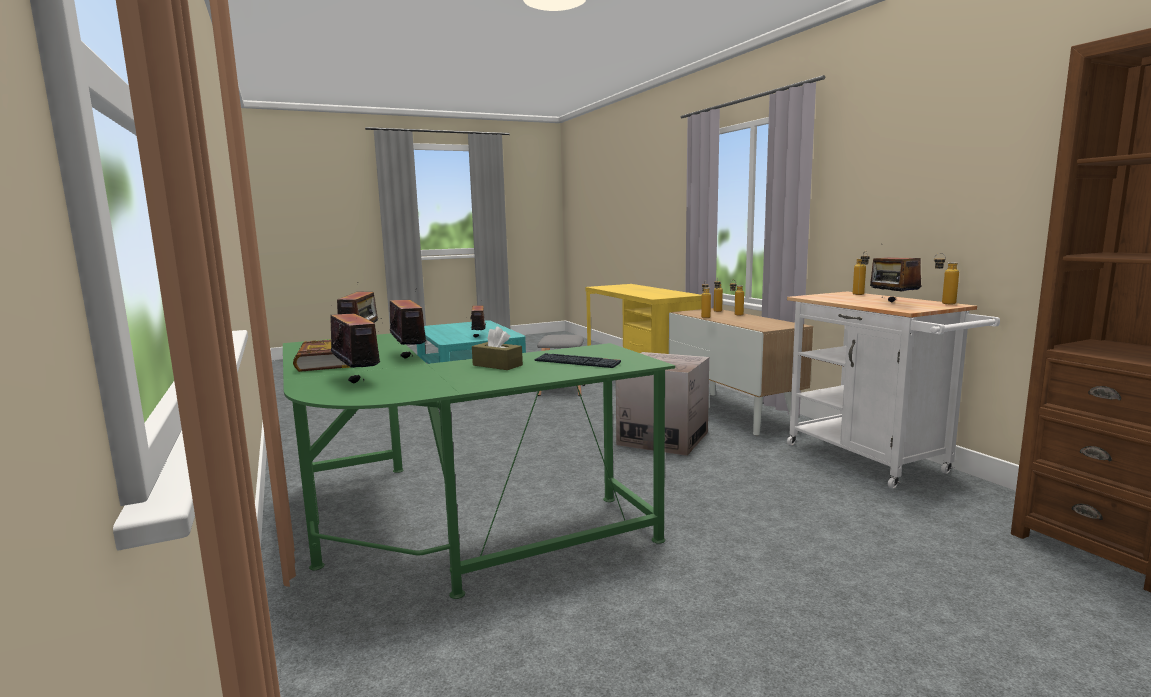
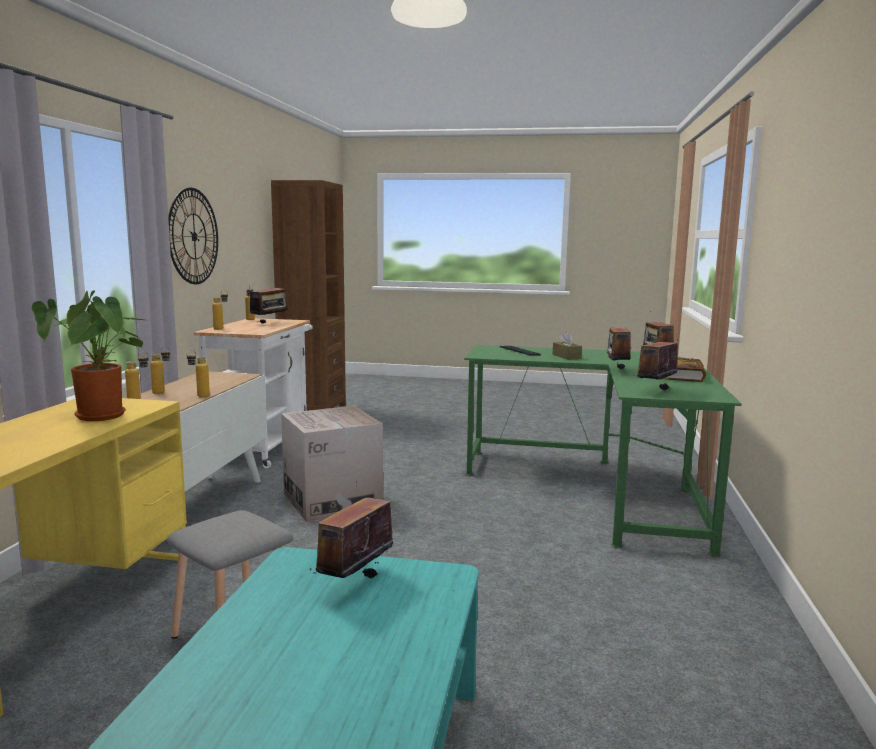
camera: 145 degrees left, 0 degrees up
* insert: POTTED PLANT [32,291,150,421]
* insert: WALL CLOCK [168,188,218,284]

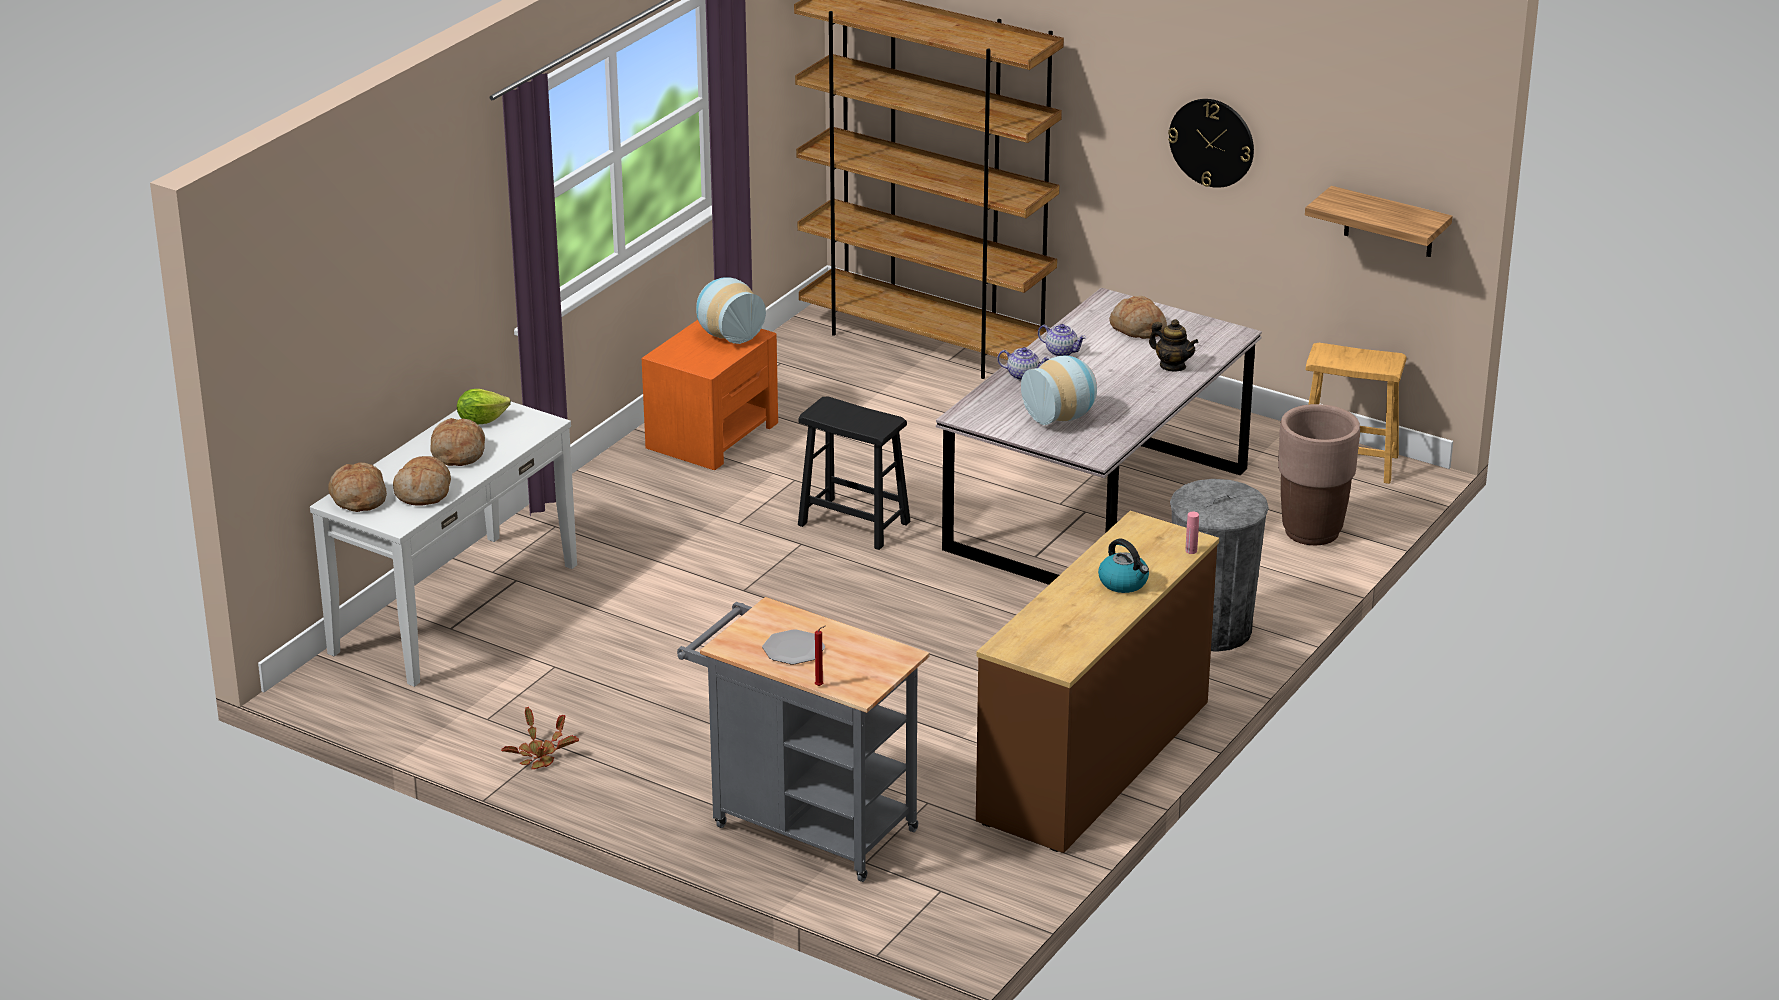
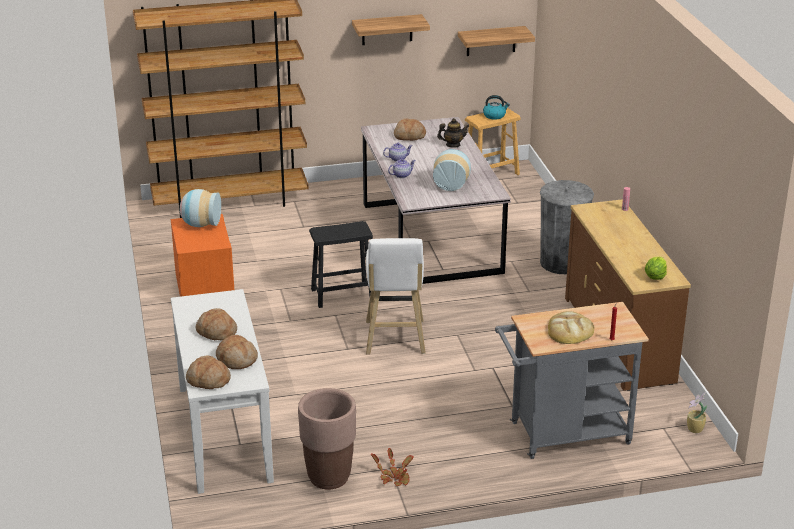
camera: 45 degrees left, 0 degrees up
* insert: WHITE STOOL [366,238,426,355]
* insert: POTTED PLANT [687,392,707,433]
* move: LETTUCE [457,389,511,424] to [645,256,667,280]
* move: KETTLE [1098,539,1149,593] to [483,95,510,120]
* move: BROWN PLANTER [1278,404,1360,545] to [298,388,356,489]
* replace: PLATE [762,629,825,665] to BREAD [548,311,594,344]
* replace: WALL CLOCK [1168,99,1254,188] to SHELF [352,14,430,45]

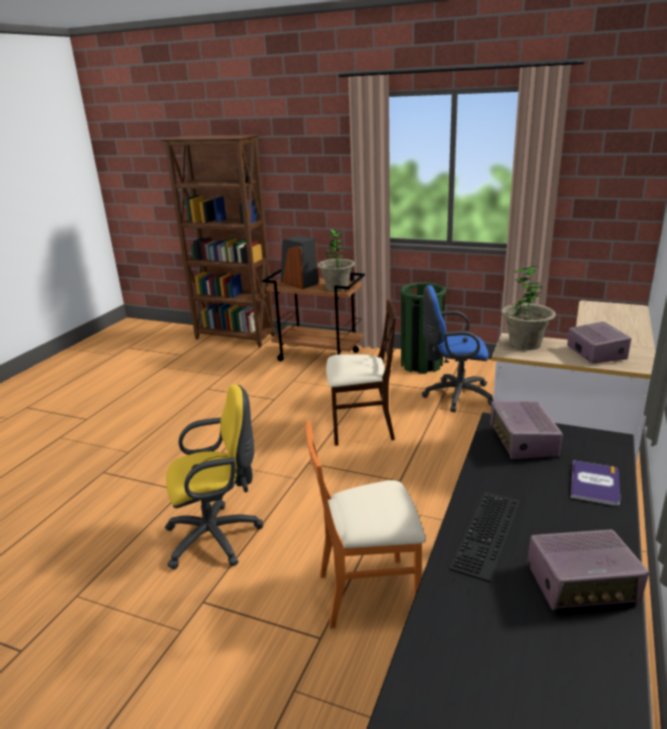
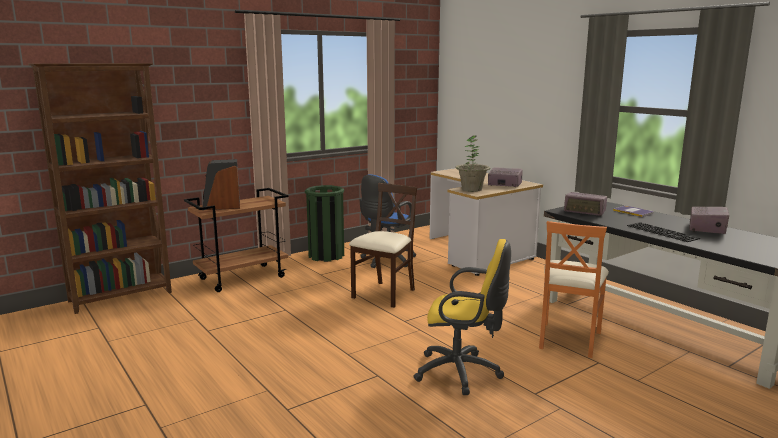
camera: 60 degrees left, 10 degrees down
* delete: POTTED PLANT [317,229,355,291]
* rotate: YELLOW OFFICE CHAIR [165,385,264,569] = [413,239,511,395] 90 degrees clockwise

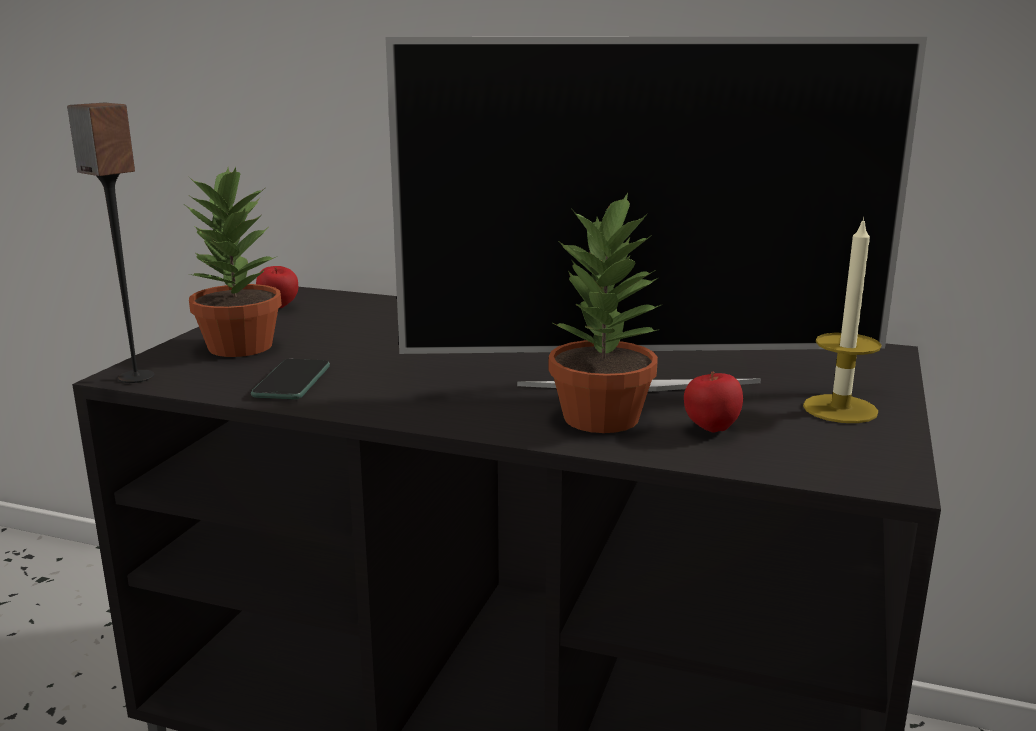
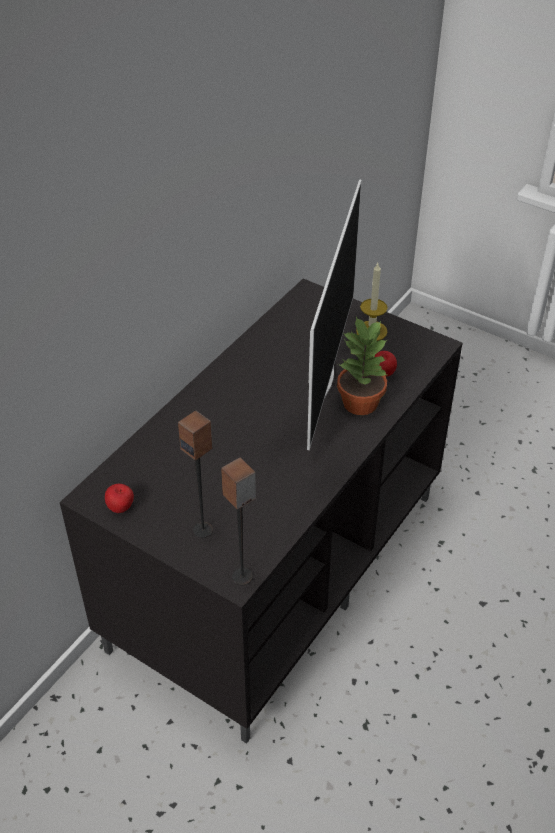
camera: 75 degrees left, 25 degrees up
* delete: PHONE [251,359,330,399]
* replace: POTTED PLANT [185,167,282,357] to SPEAKER [178,411,213,538]

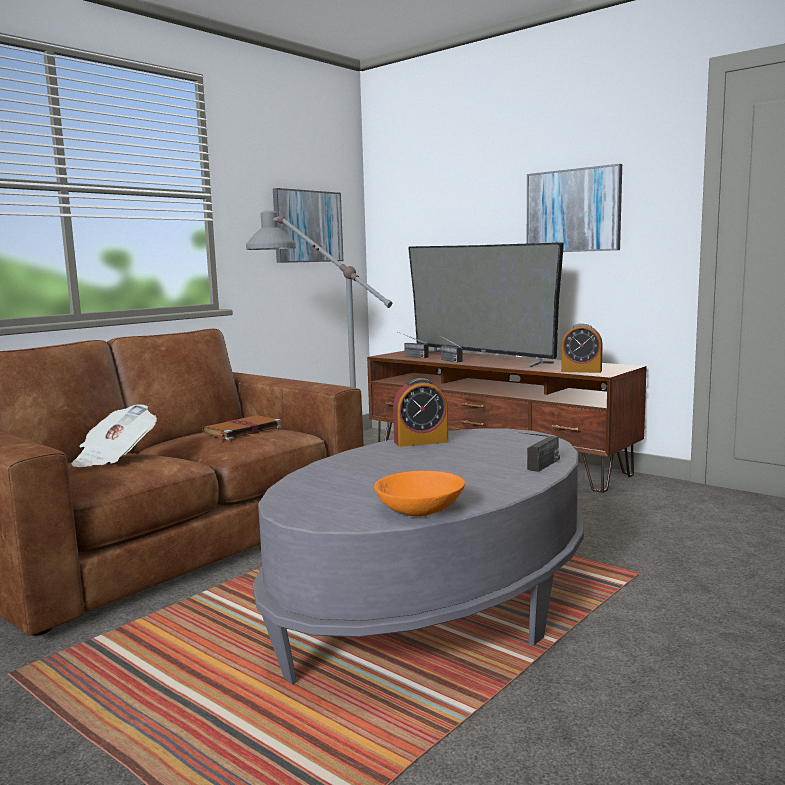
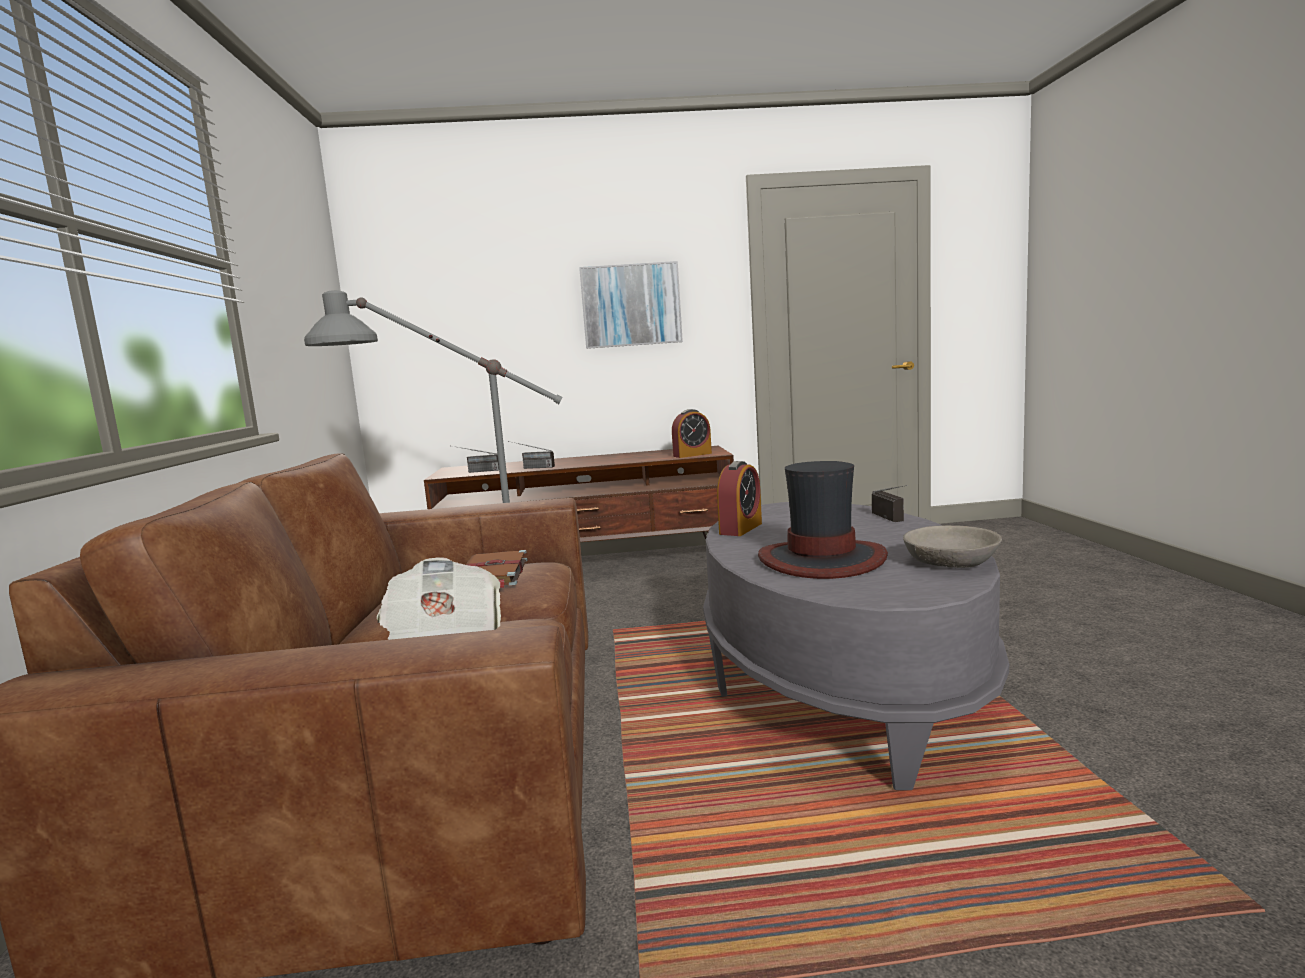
camera: 45 degrees left, 0 degrees up
* delete: PICTURE [273,188,343,263]
* delete: TELEVISION [408,242,564,368]
* insert: HAT [758,461,888,579]
* recolor: ORANGE BOWL [374,471,465,517] to GREY BOWL [903,525,1002,568]

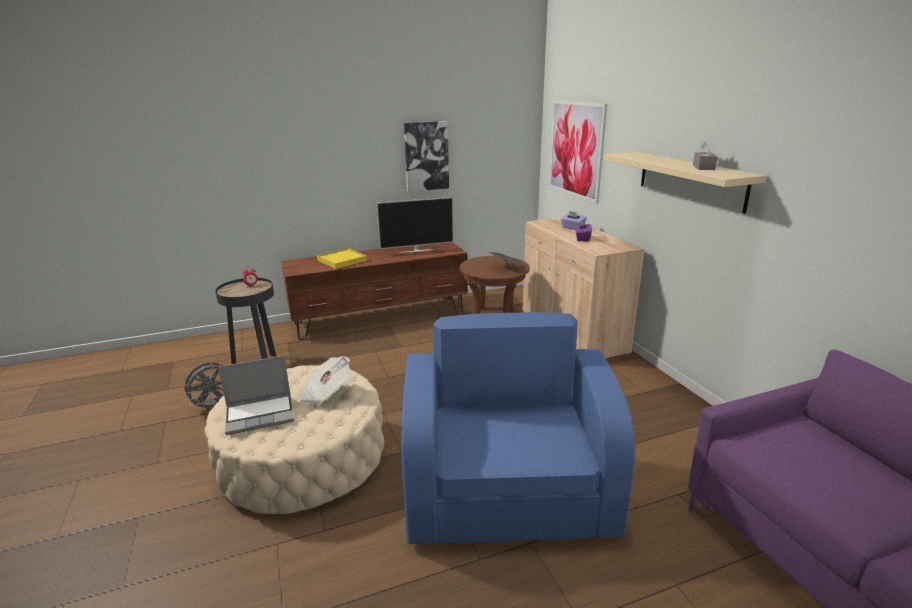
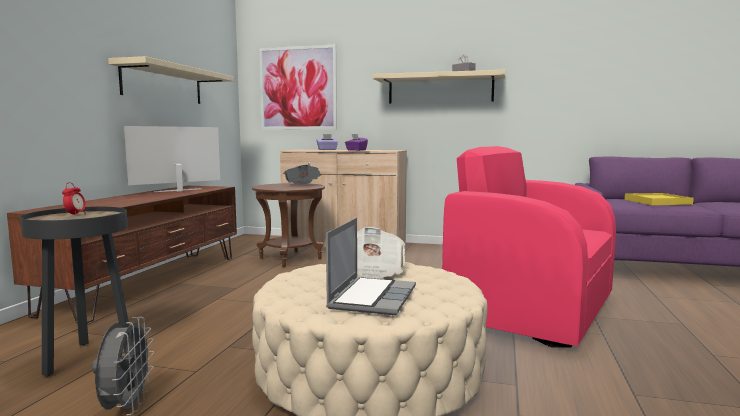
camera: 55 degrees left, 15 degrees down
* move: YELLOW TRAY [317,248,367,269] to [625,193,694,205]
* replace: PICTURE [404,121,449,192] to BEIGE SHELF [108,56,234,104]
* recolor: BLUE ARMCHAIR [401,312,635,544] to PINK ARMCHAIR [442,146,616,348]
* rotate: TELEVISION [376,197,454,253] = [124,126,220,192] 150 degrees counterclockwise

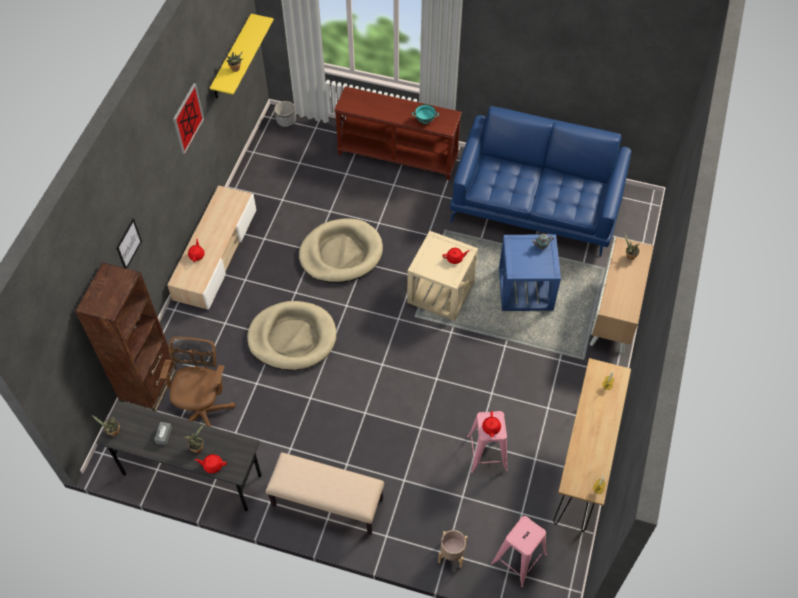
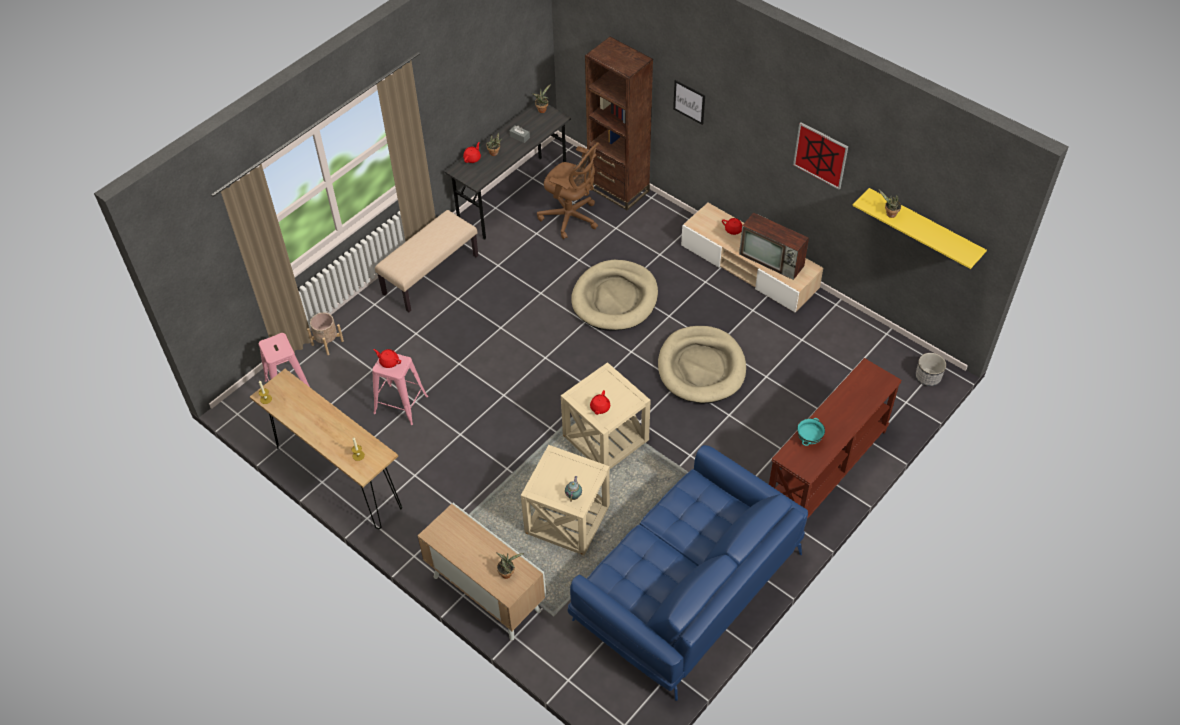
camera: 115 degrees right, 5 degrees down
* insert: TELEVISION [739,212,809,280]
* recolor: BLUE SIDE TABLE [499,235,561,311] to BEIGE SIDE TABLE [521,445,610,555]

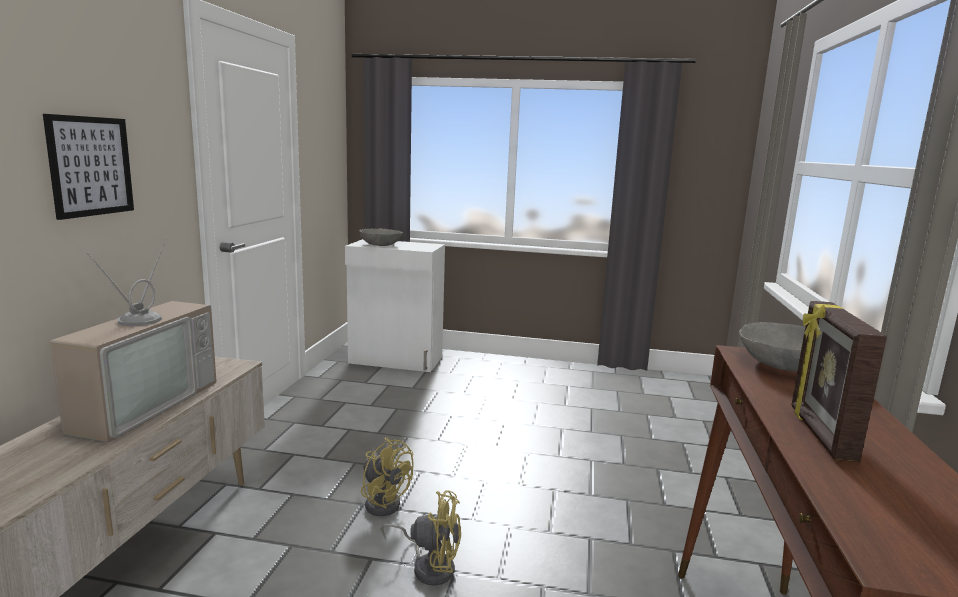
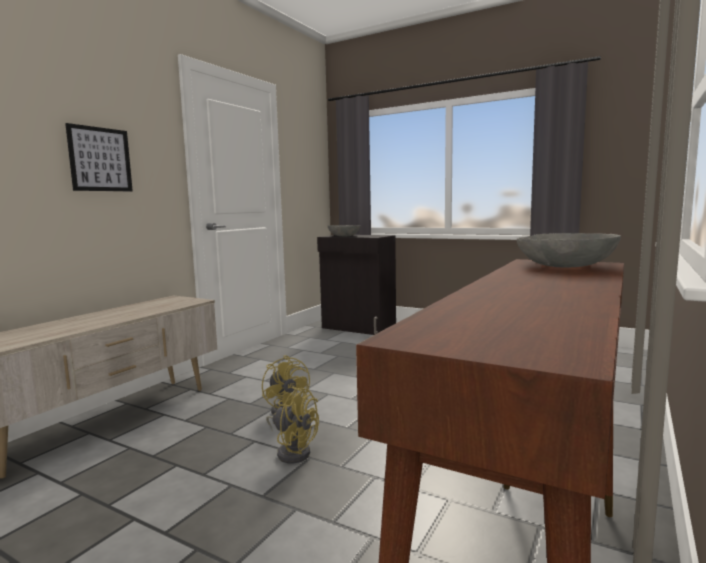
camera: 20 degrees right, 5 degrees down
* delete: TELEVISION [50,238,217,442]
* delete: PICTURE FRAME [792,301,887,462]
* recolor: WHITE CABINET [345,239,445,372] to BLACK CABINET [317,235,396,335]

